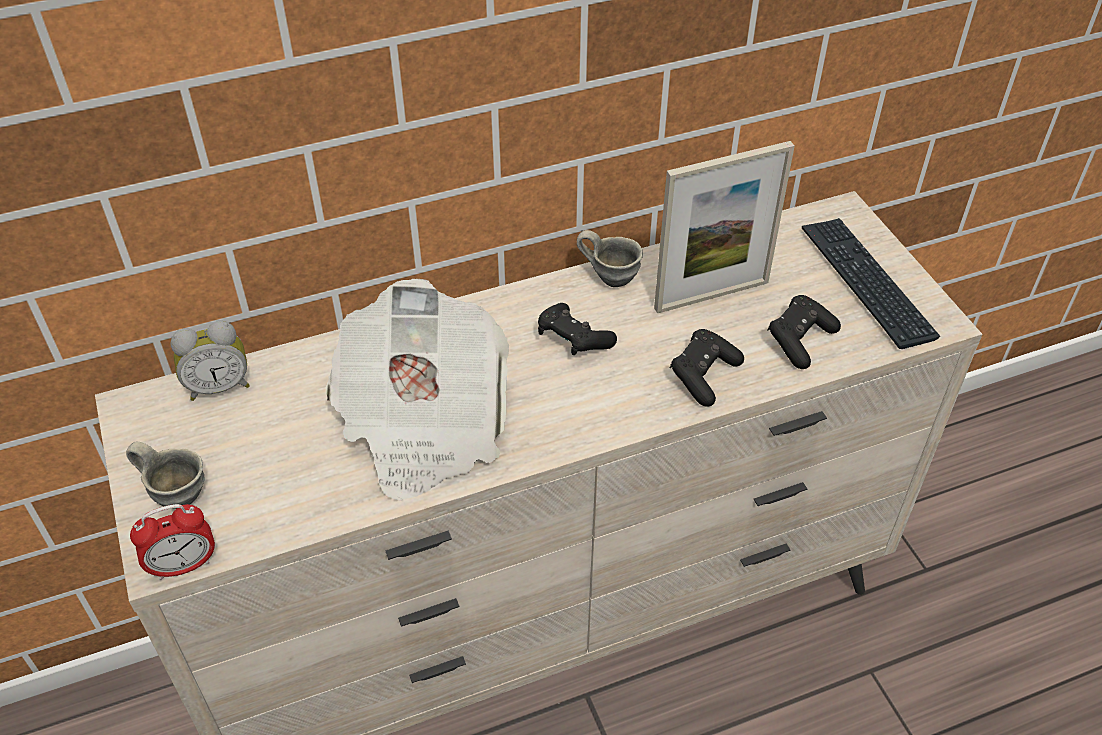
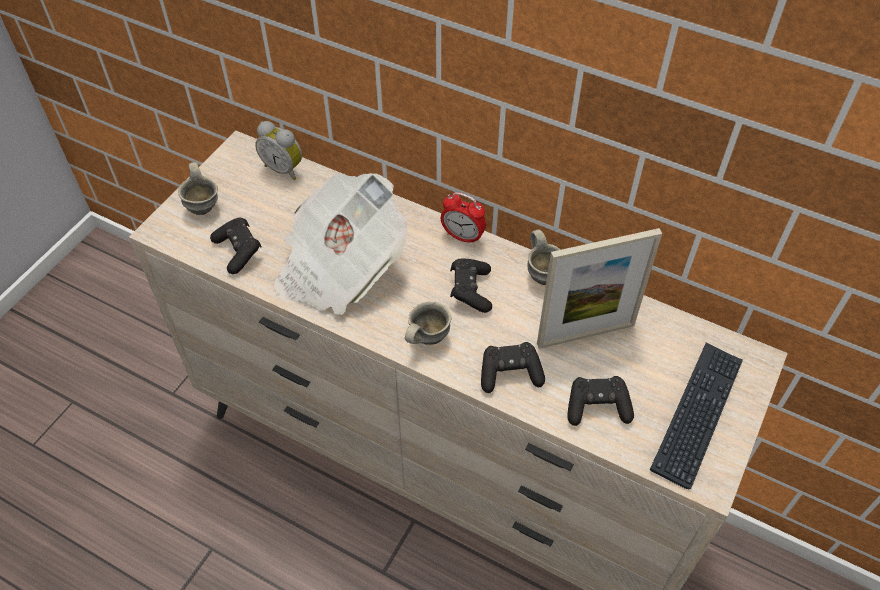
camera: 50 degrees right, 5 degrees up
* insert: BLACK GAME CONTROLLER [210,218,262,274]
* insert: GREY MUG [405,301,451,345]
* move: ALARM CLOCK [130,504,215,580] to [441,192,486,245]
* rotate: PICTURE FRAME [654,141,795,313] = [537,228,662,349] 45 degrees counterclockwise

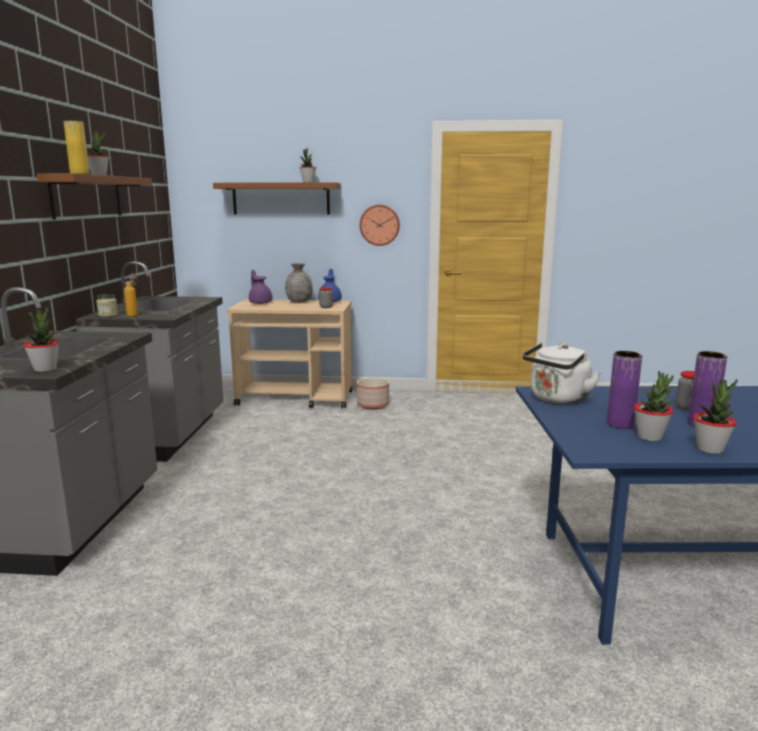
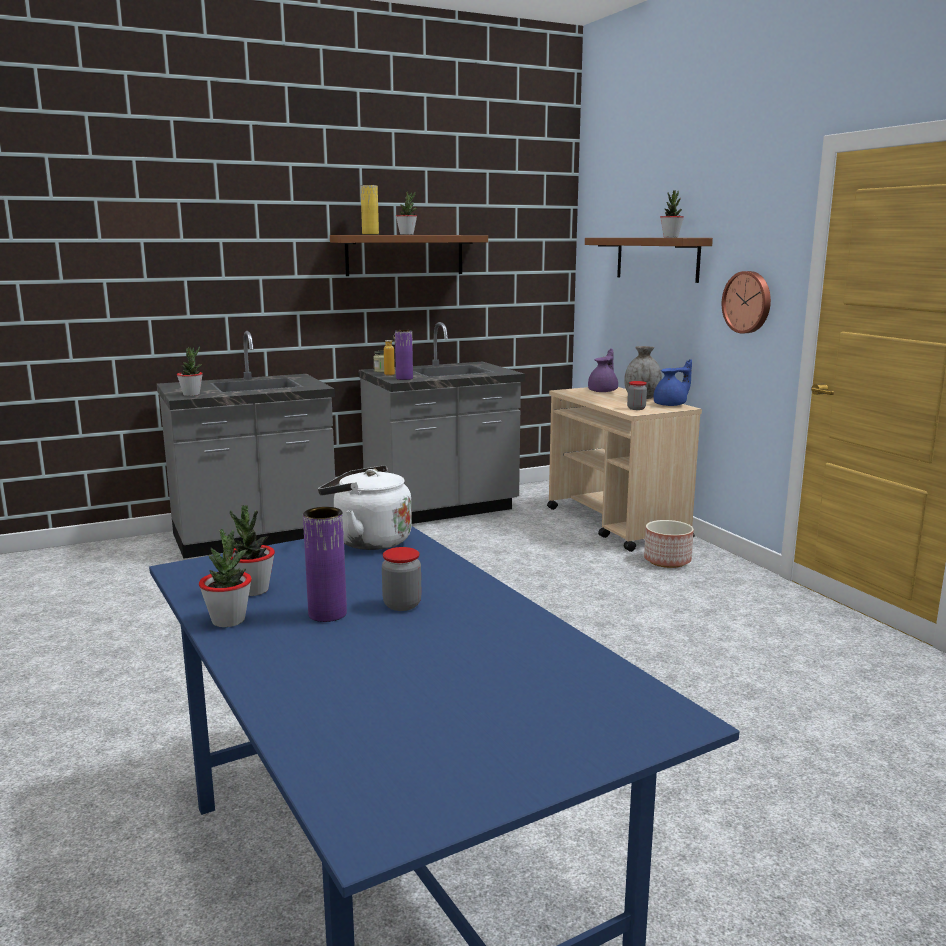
camera: 60 degrees right, 0 degrees up
* move: PURPLE VASE [607,351,642,429] to [395,330,413,380]

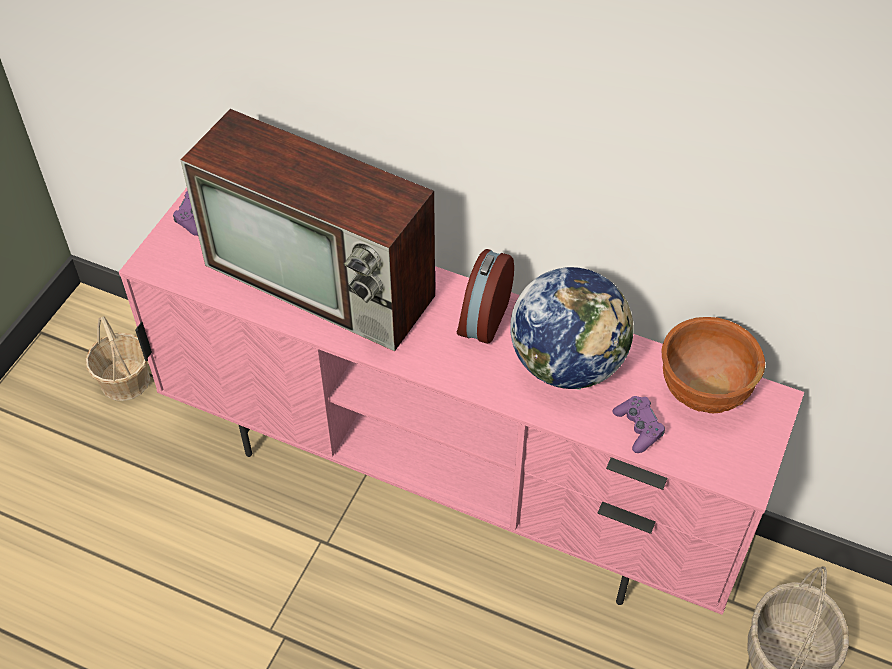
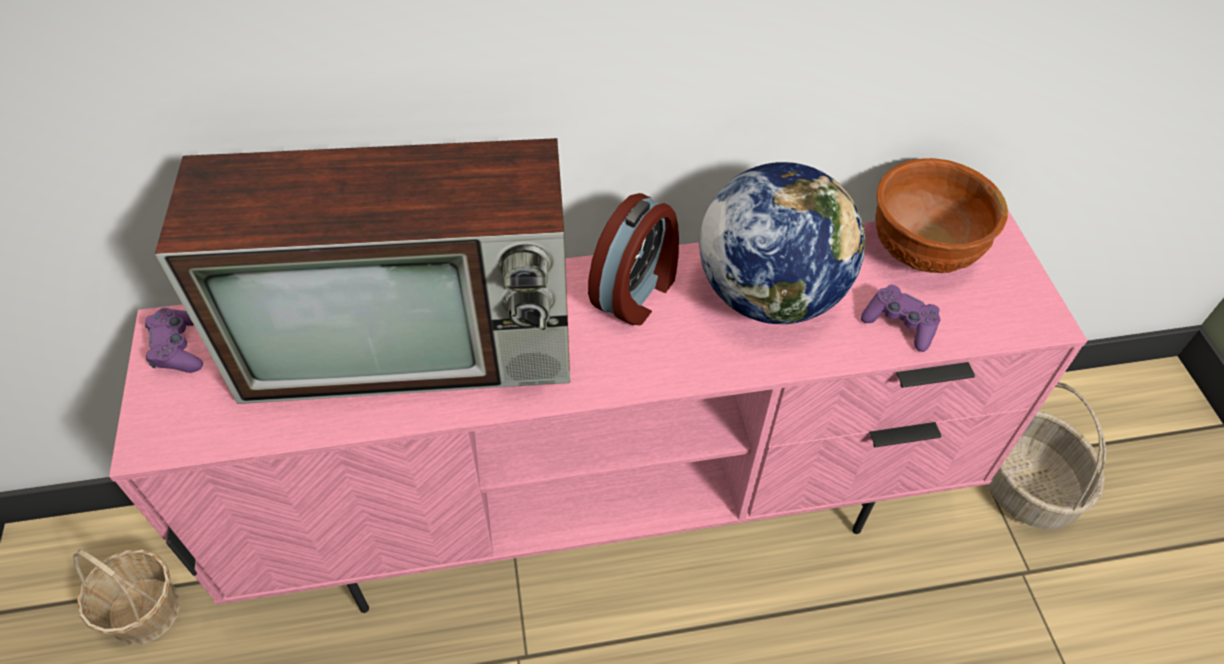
camera: 35 degrees left, 0 degrees up
* rotate: ALARM CLOCK [457,249,514,344] = [588,193,679,325] 135 degrees counterclockwise

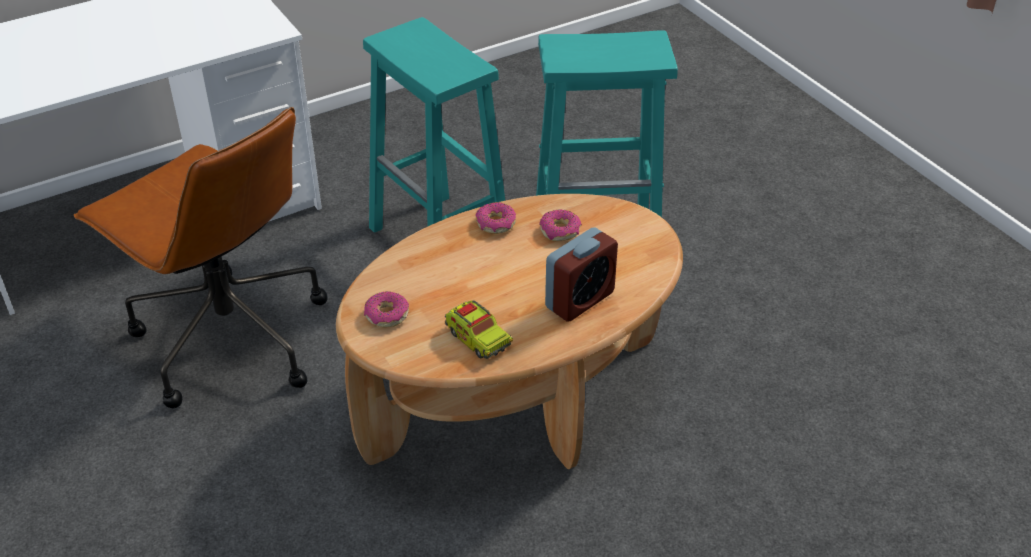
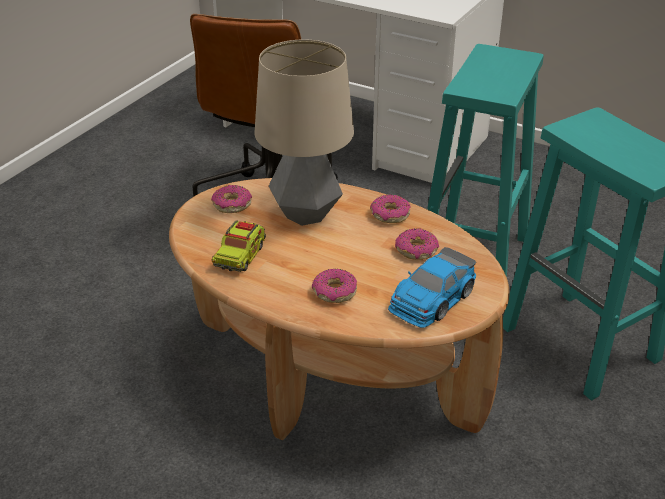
camera: 60 degrees right, 5 degrees down
* insert: TABLE LAMP [254,39,354,226]
* insert: TOY CAR [388,247,476,328]
* replace: ALARM CLOCK [545,227,618,322] to DONUT [312,269,357,303]

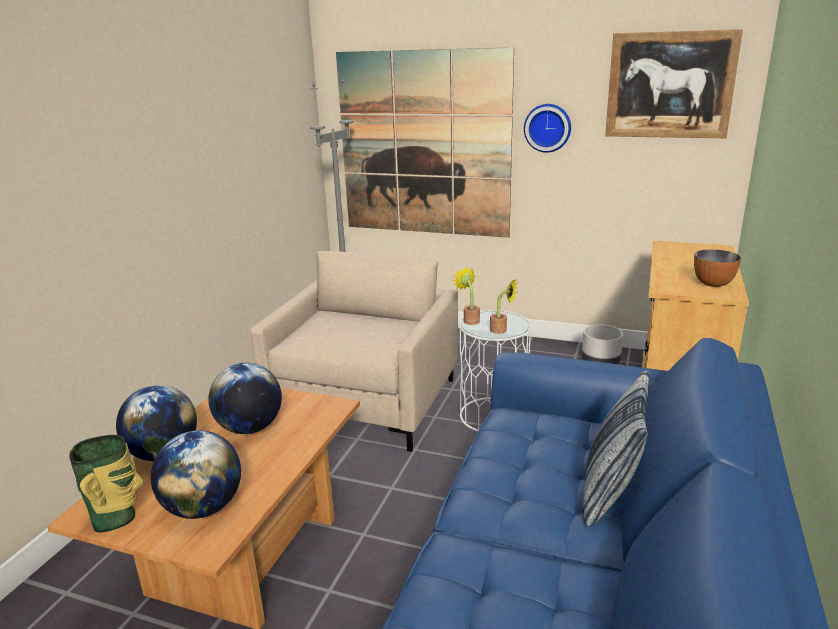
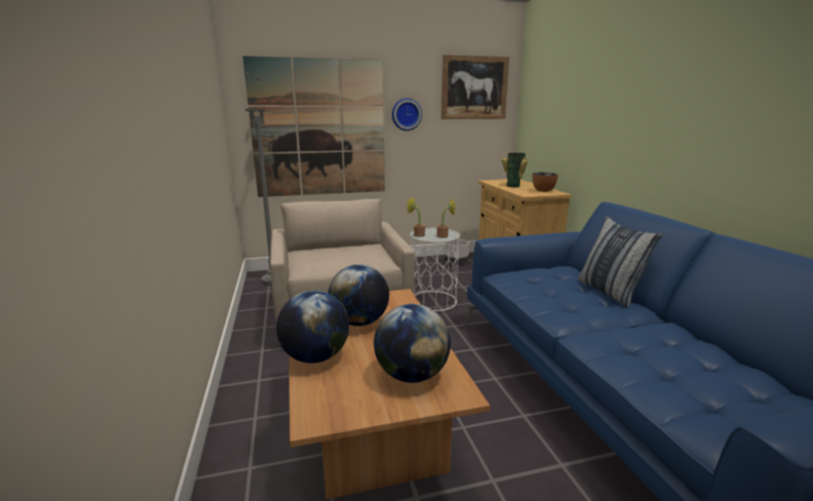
camera: 35 degrees left, 5 degrees down
* move: VASE [70,435,144,533] to [502,153,528,187]

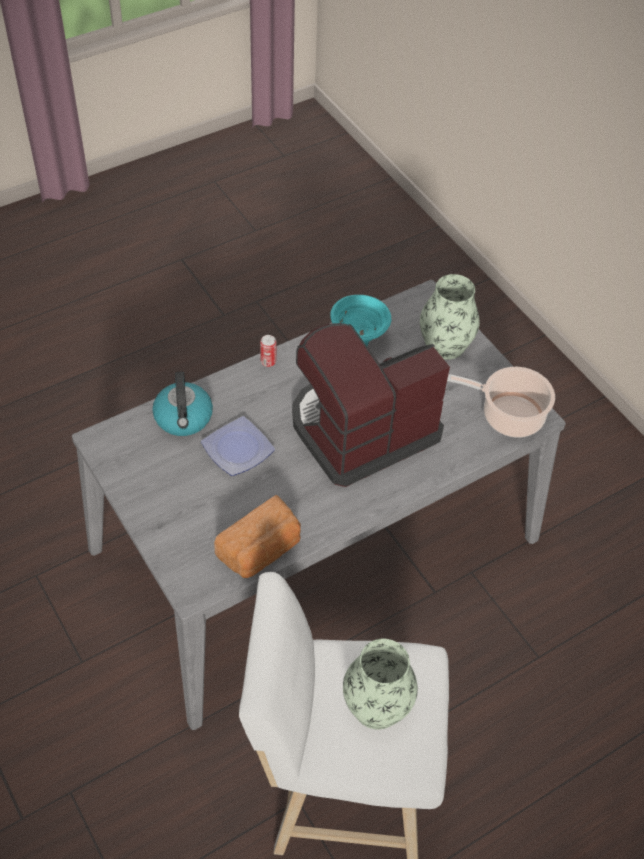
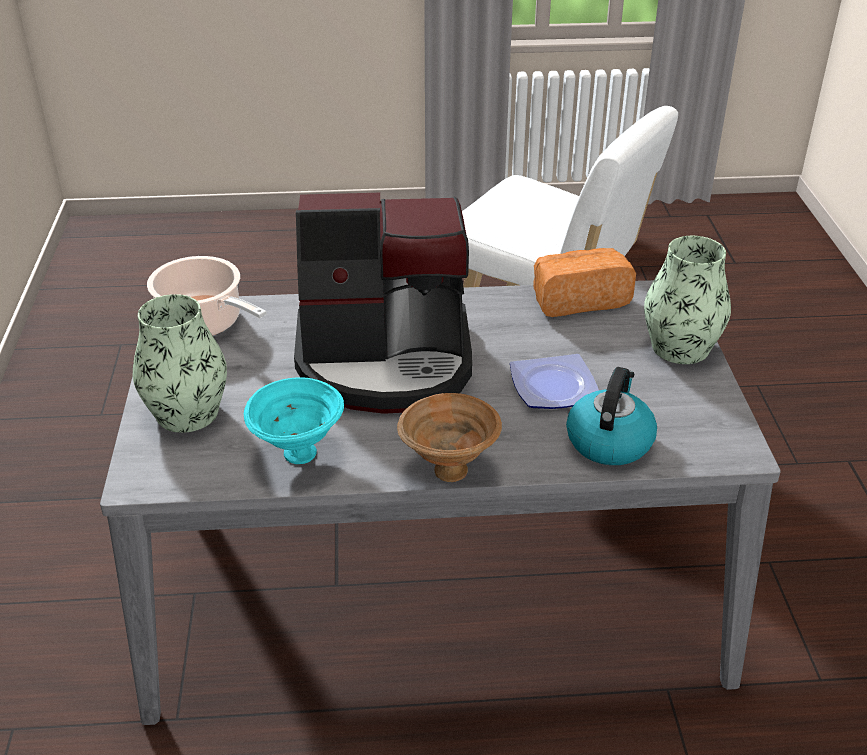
camera: 150 degrees left, 15 degrees down
* move: VASE [343,639,418,729] to [644,236,731,364]
* replace: CAN [260,335,276,367] to BROWN BOWL [397,393,502,482]

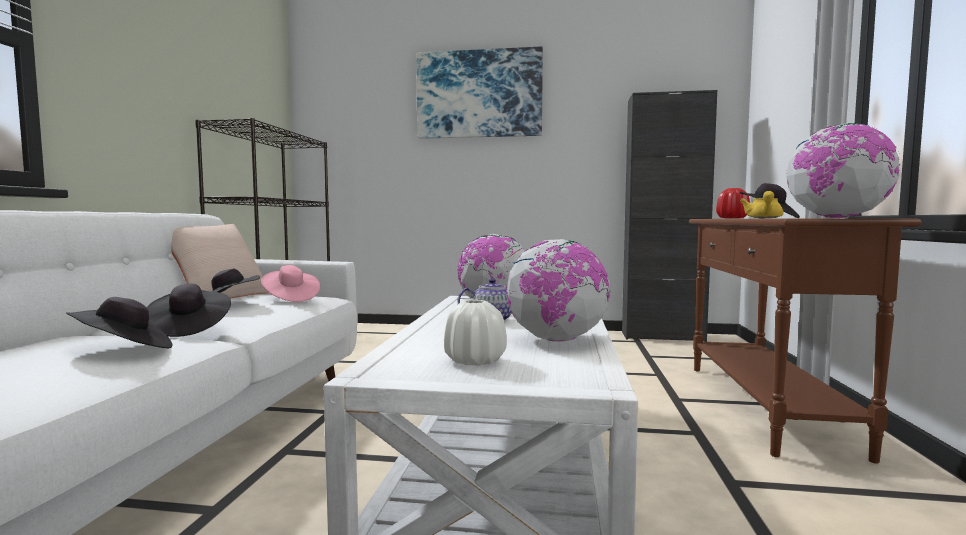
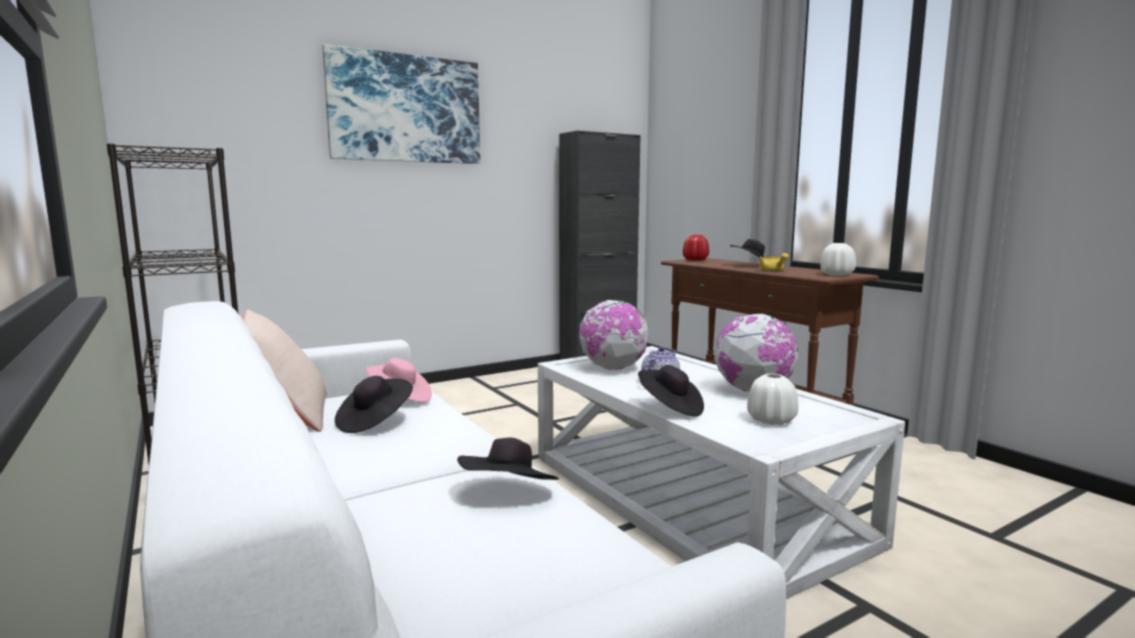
camera: 40 degrees left, 5 degrees up
* move: BLACK HAT [147,284,231,337] to [638,365,704,417]
* replace: GLOBE [787,123,900,218] to WHITE VASE [820,243,856,276]

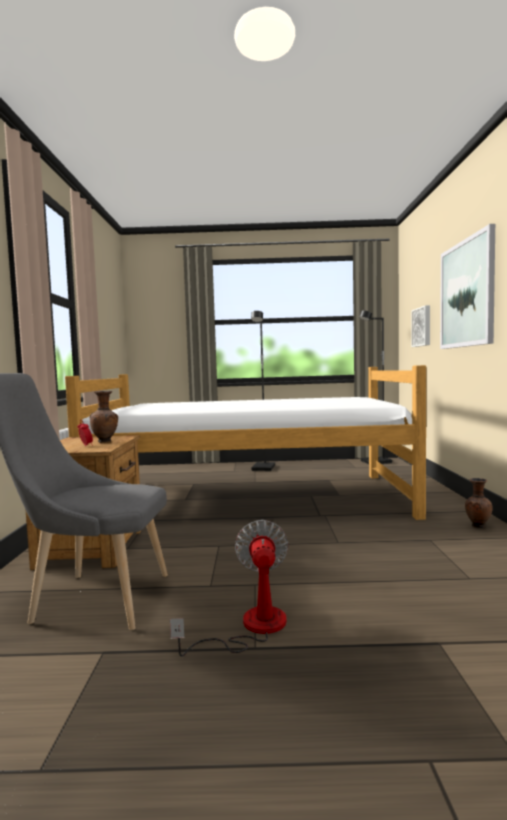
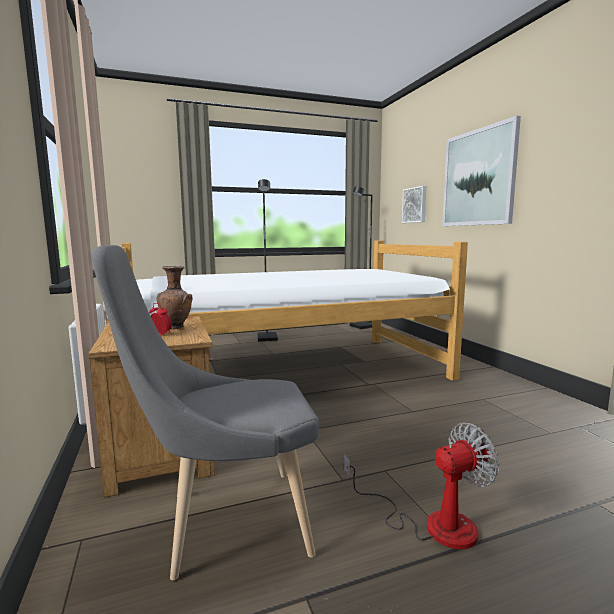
camera: 20 degrees left, 5 degrees up
* delete: BROWN VASE [465,478,493,528]
* rotate: FAN [170,520,288,657] = [344,423,500,549] 90 degrees clockwise

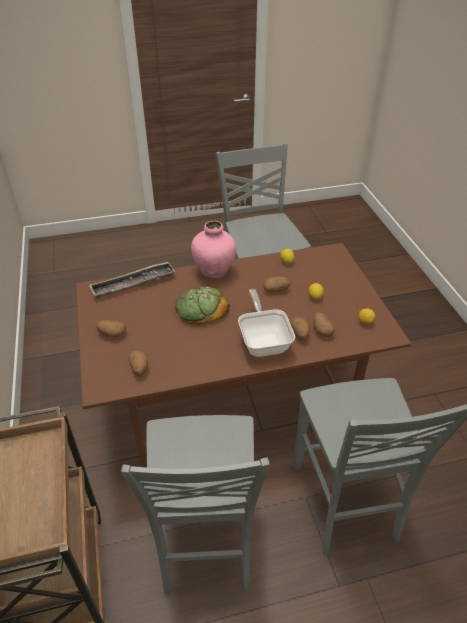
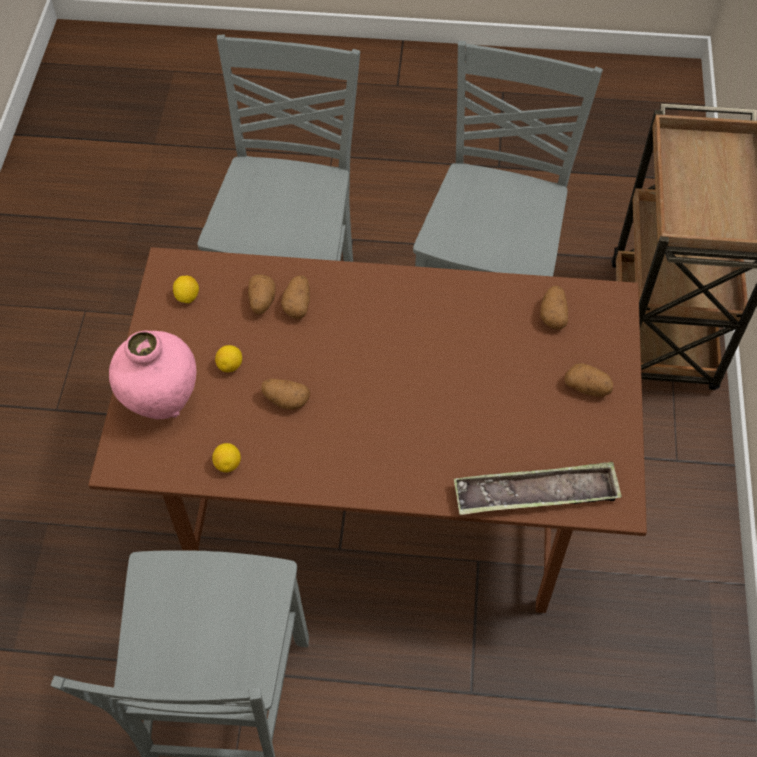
camera: 160 degrees left, 15 degrees up
* delete: BREAD [175,286,230,324]
* delete: FRYING PAN [238,289,295,357]
* move: PINK VASE [191,221,236,278] to [109,330,196,419]

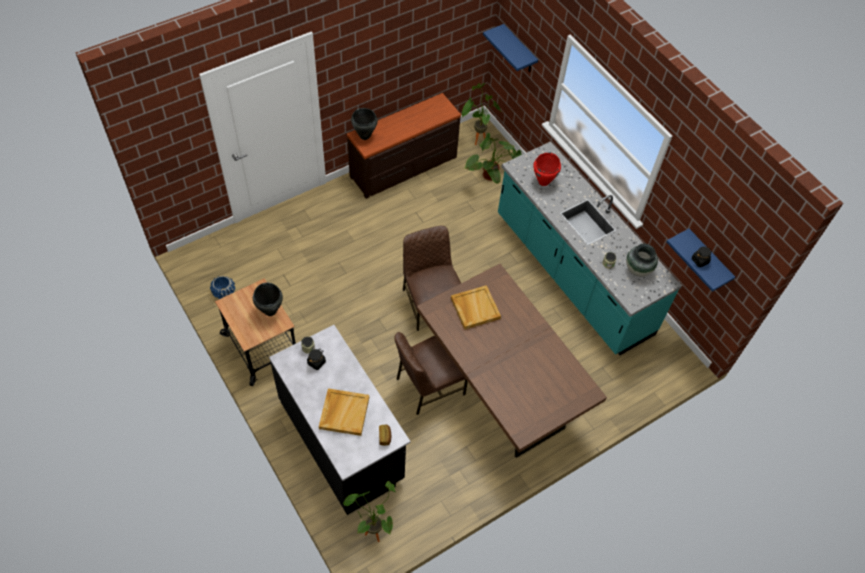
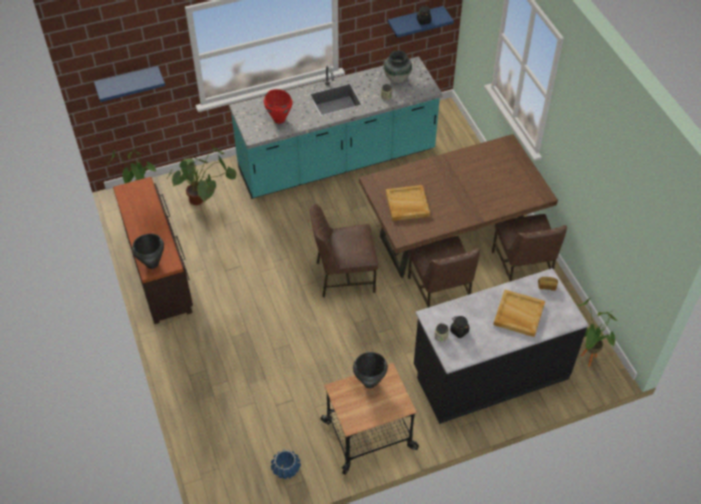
camera: 75 degrees left, 5 degrees down
* insert: BROWN CHAIR [492,214,567,282]

